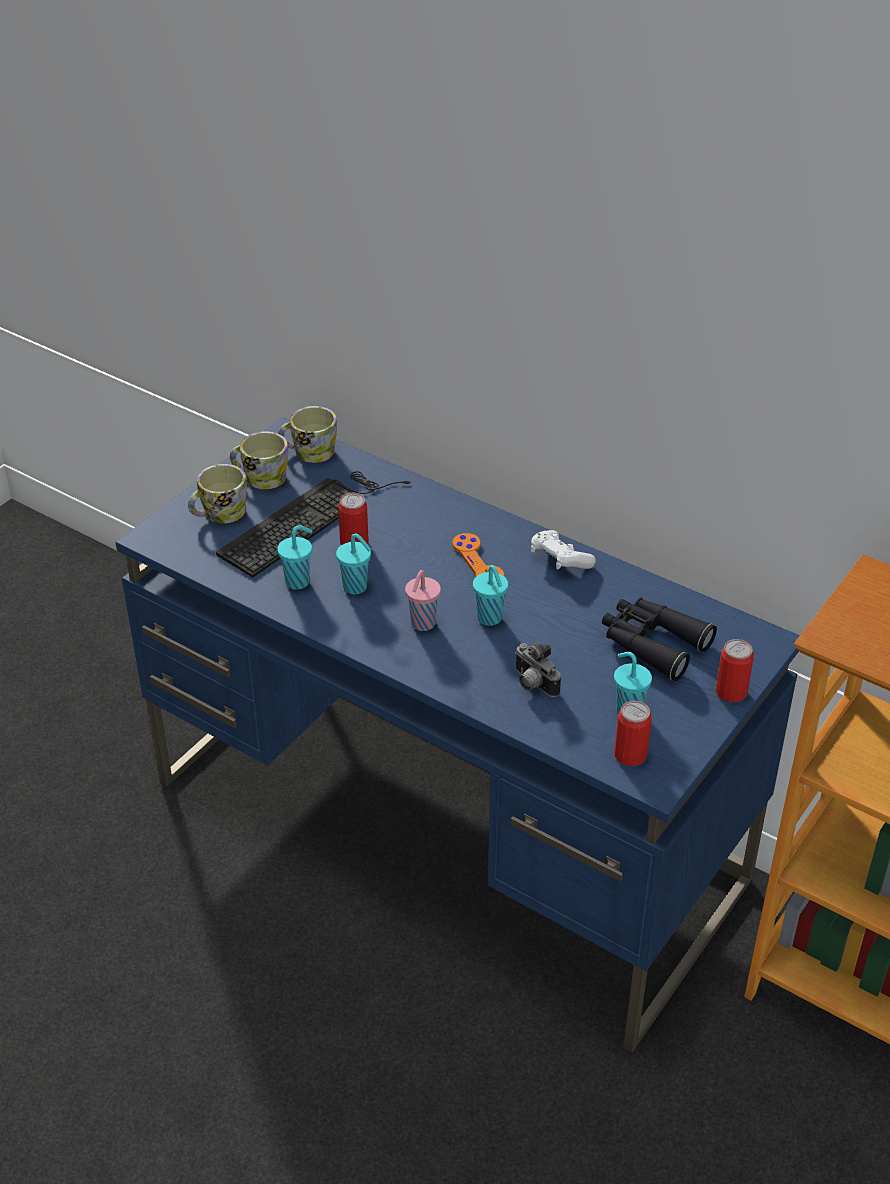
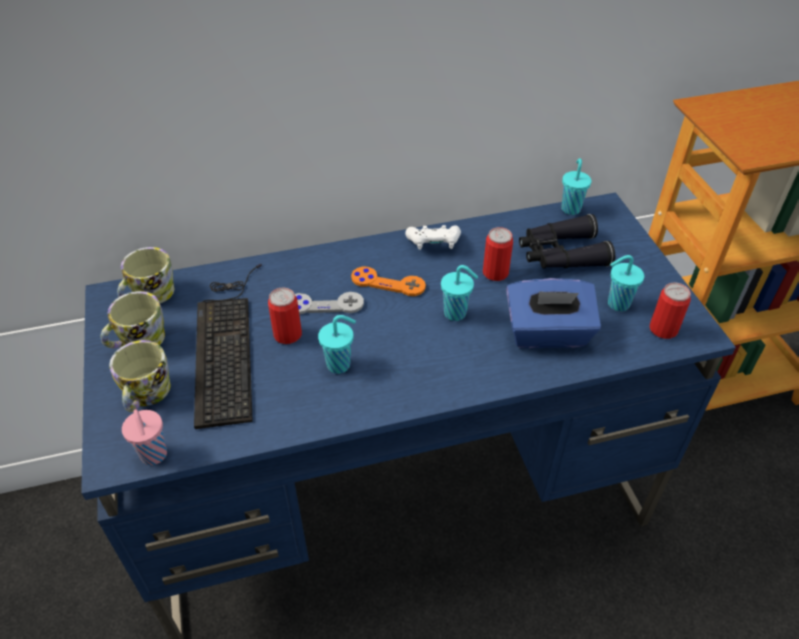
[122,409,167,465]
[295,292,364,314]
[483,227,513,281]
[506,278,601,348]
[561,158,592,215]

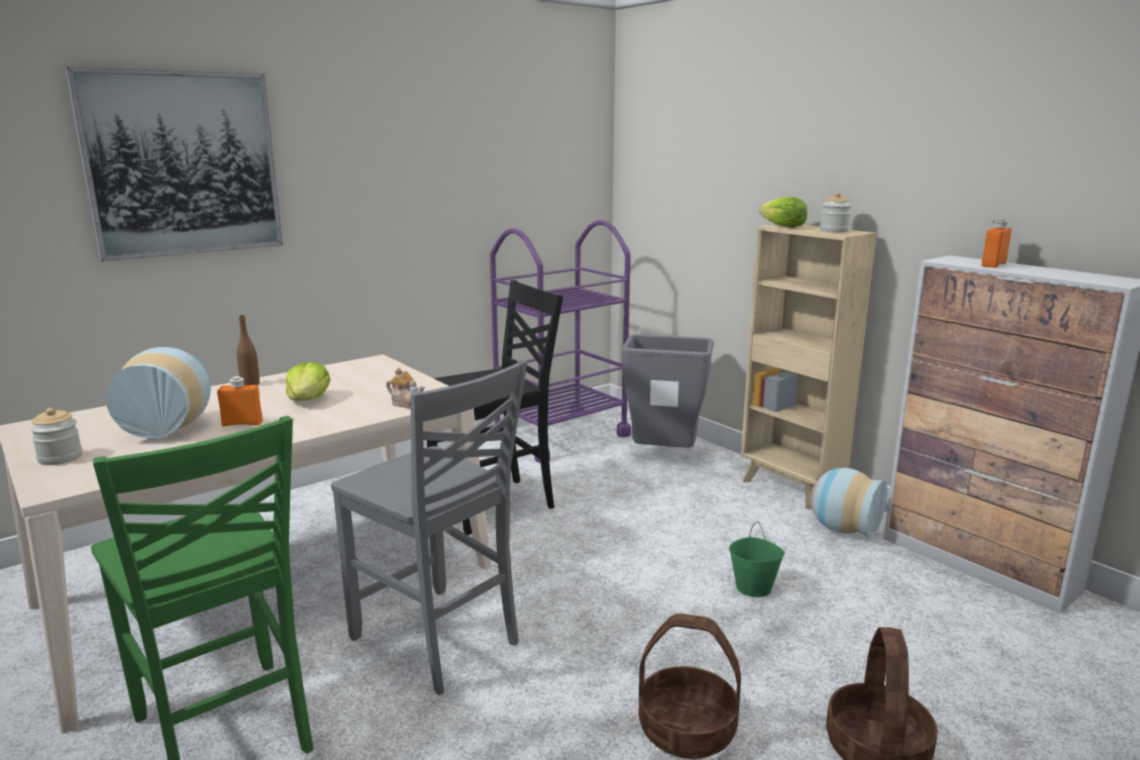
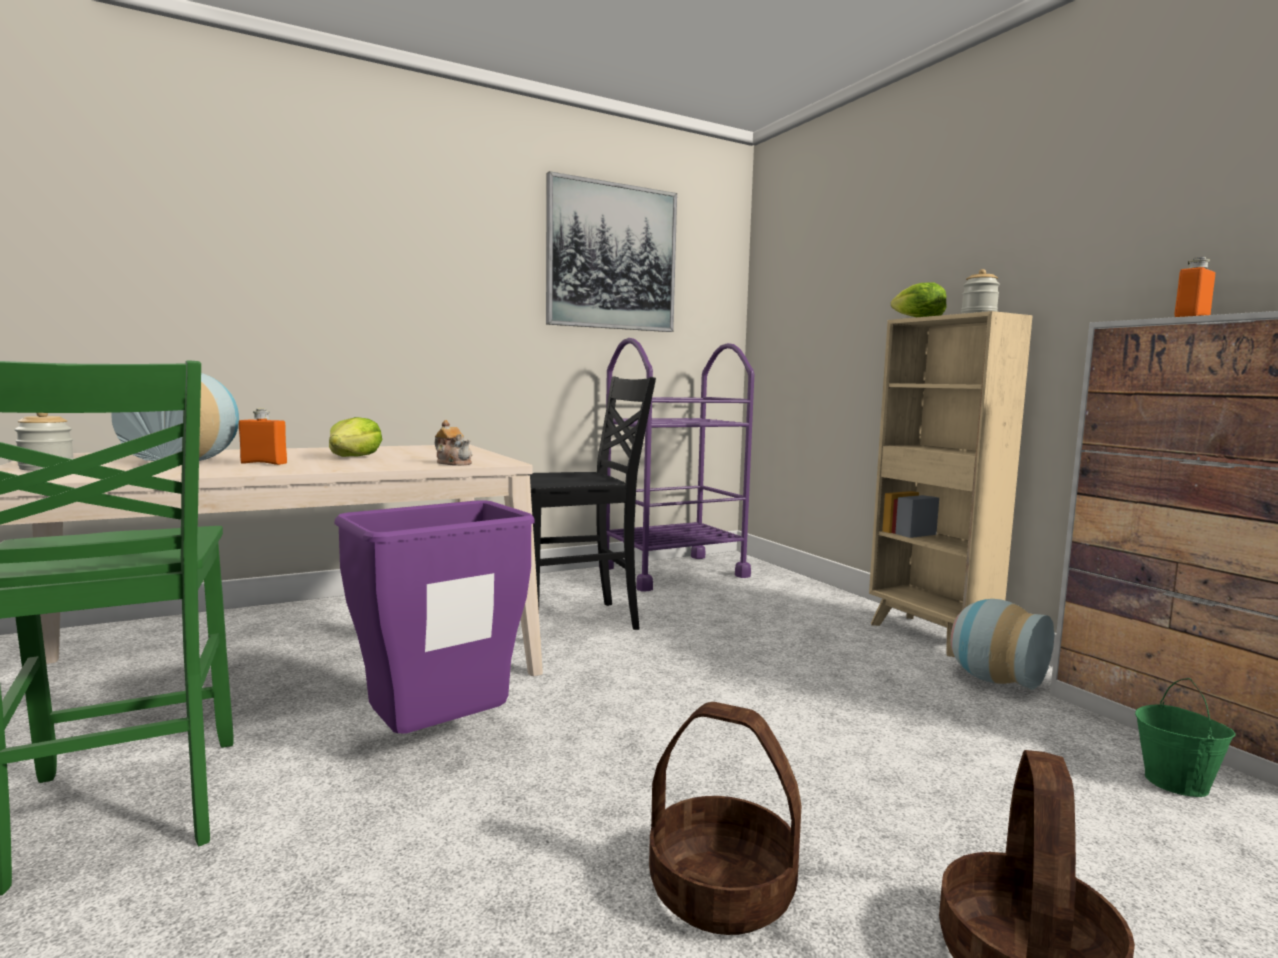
[334,500,535,741]
[546,171,677,332]
[1135,678,1236,797]
[237,315,260,385] (first image)
[622,334,714,448] (first image)

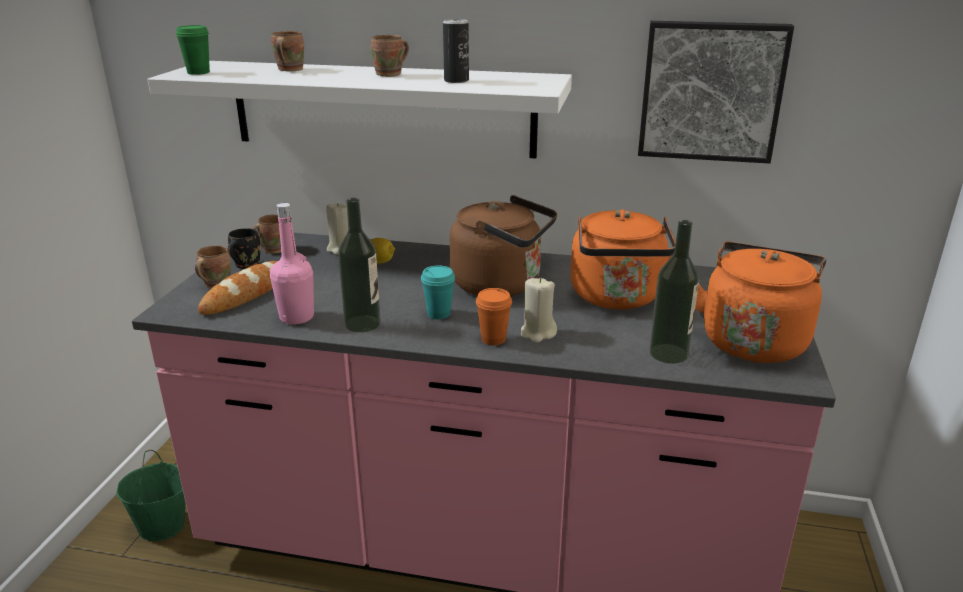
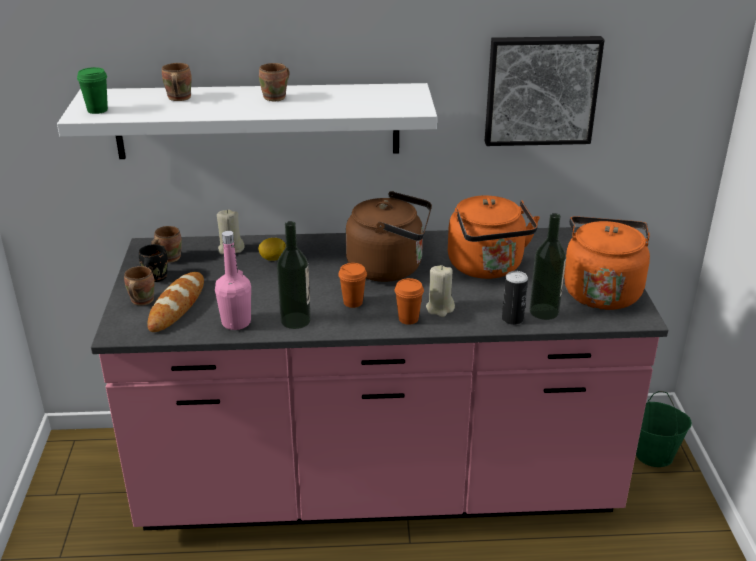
[338,263,367,308]
[502,271,528,325]
[636,391,692,467]

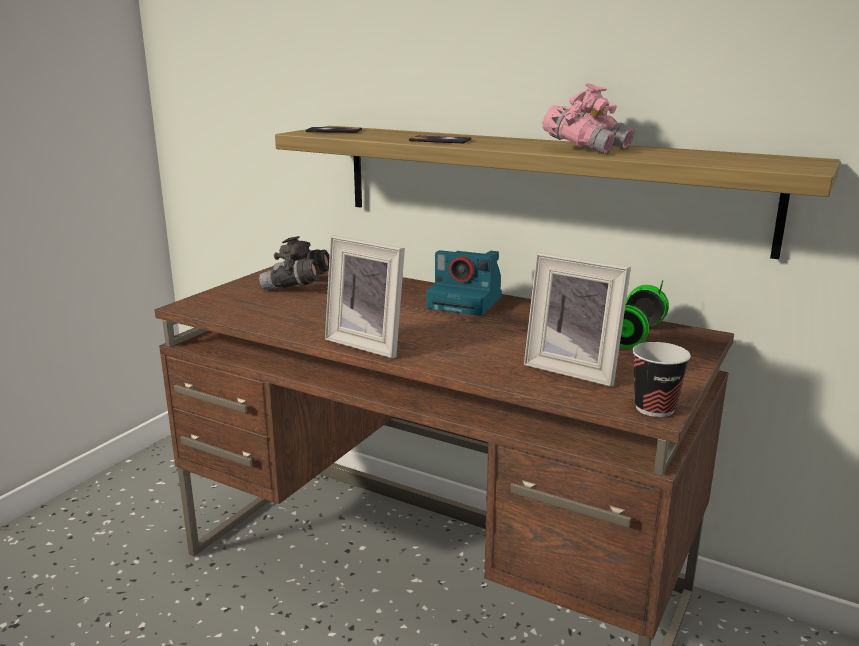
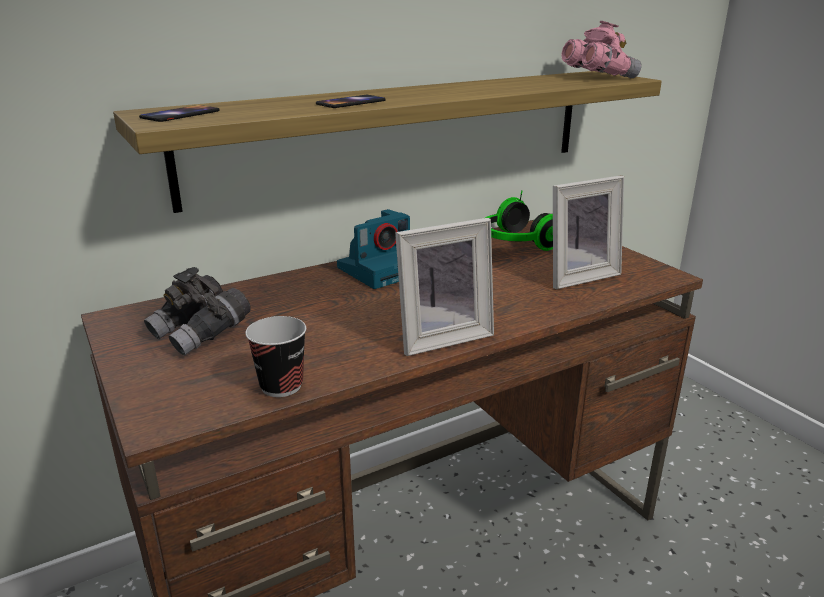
[245,316,306,397]
[561,21,642,78]

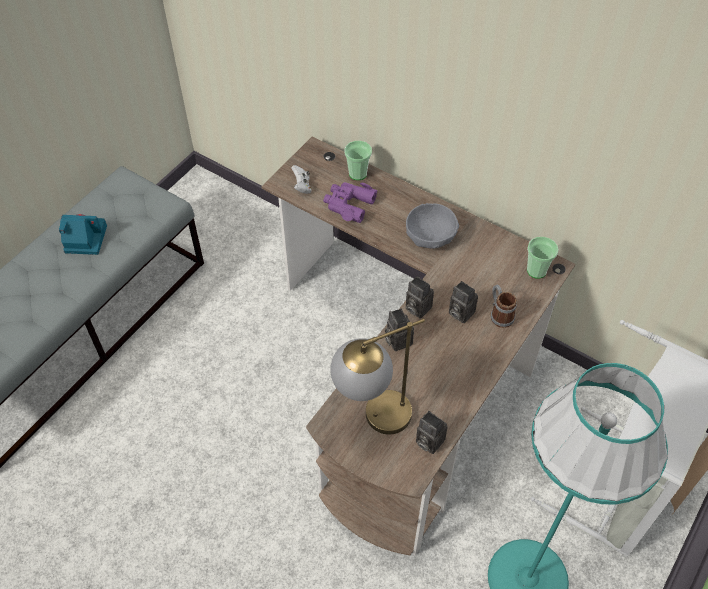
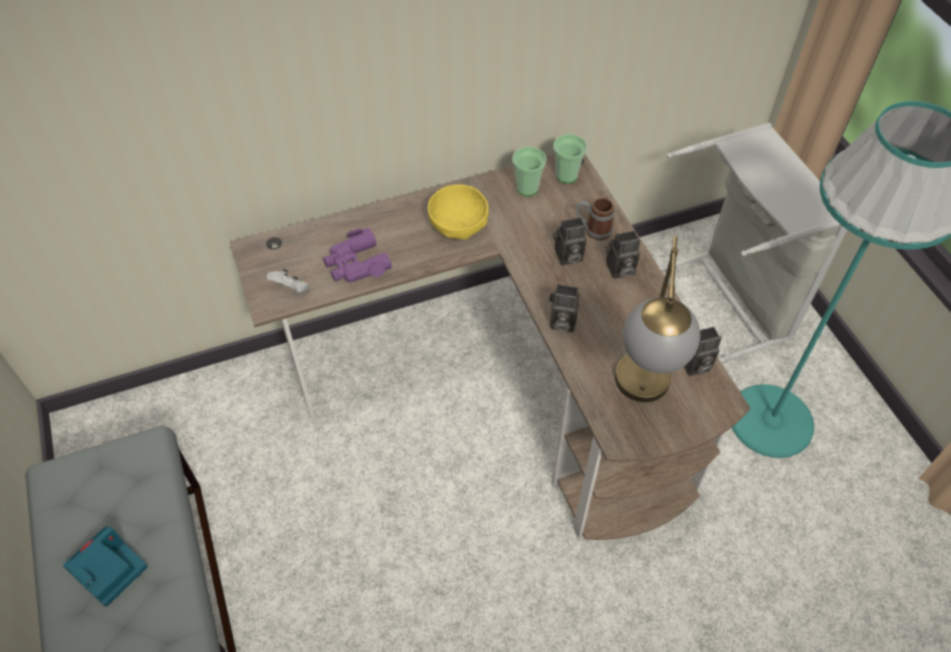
[428,184,489,240]
[512,147,546,196]
[606,231,640,279]

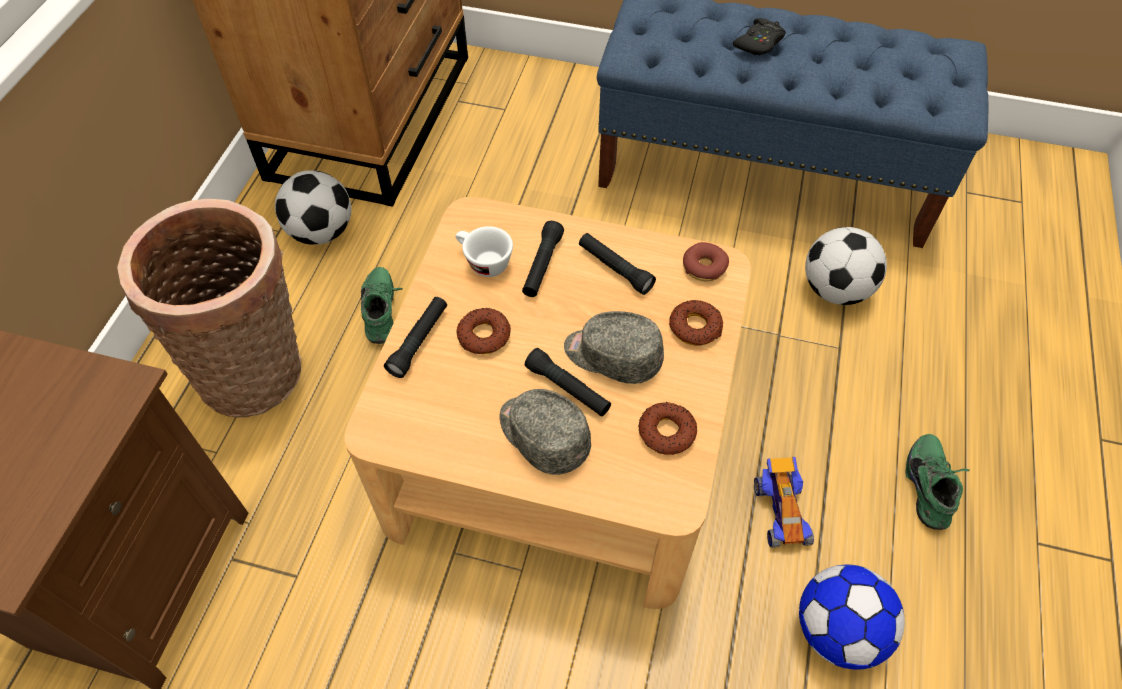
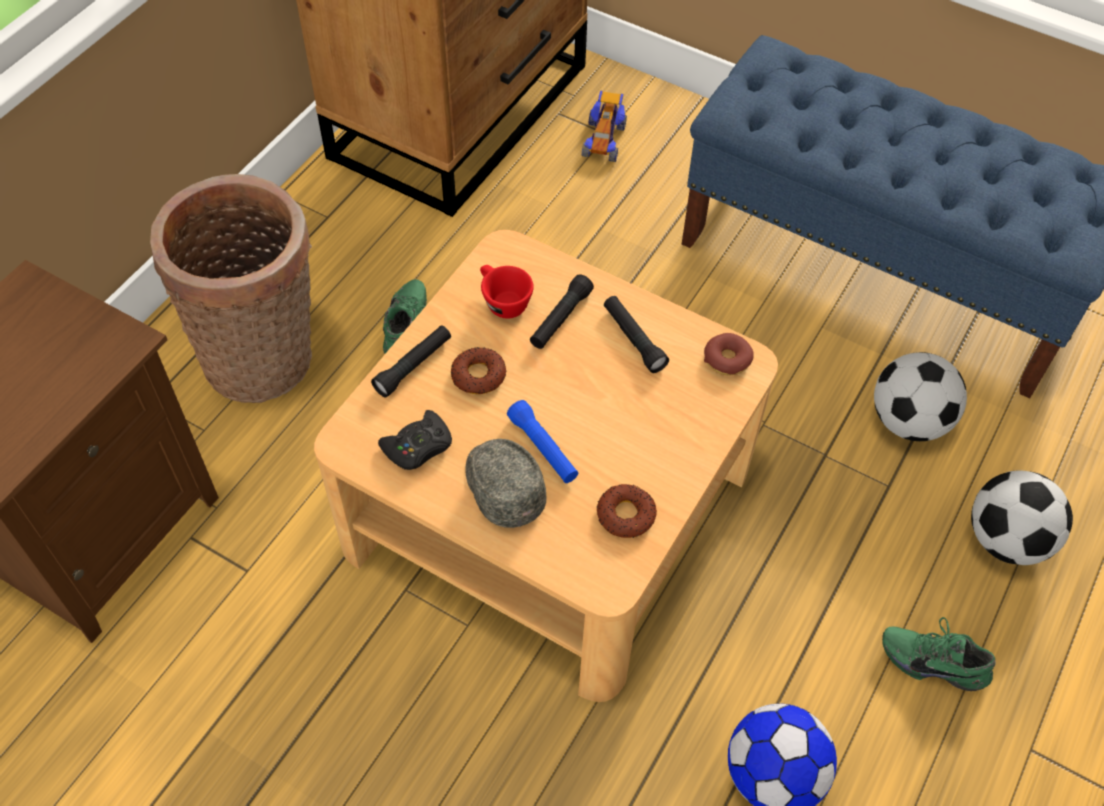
[378,410,452,470]
[480,265,534,319]
[507,400,578,483]
[582,90,627,162]
[882,617,996,691]
[971,471,1073,565]
[564,311,664,384] (first image)
[669,300,723,346] (first image)

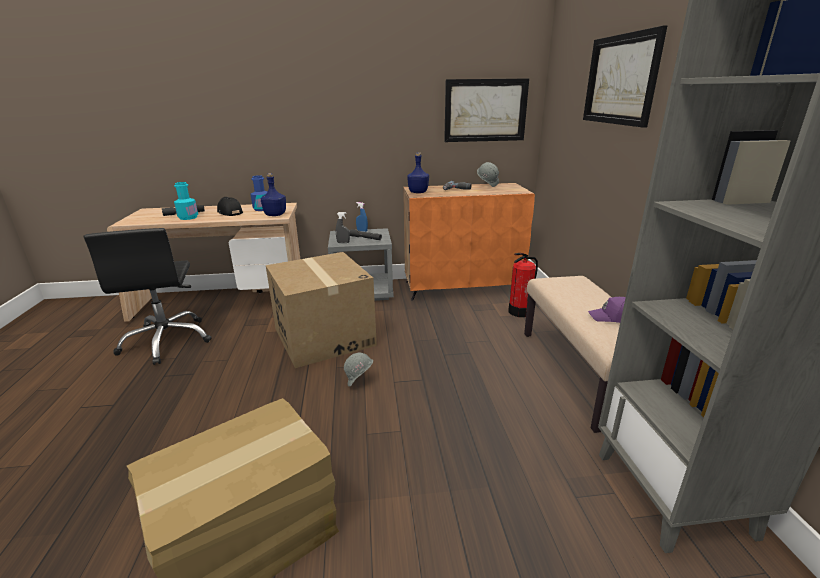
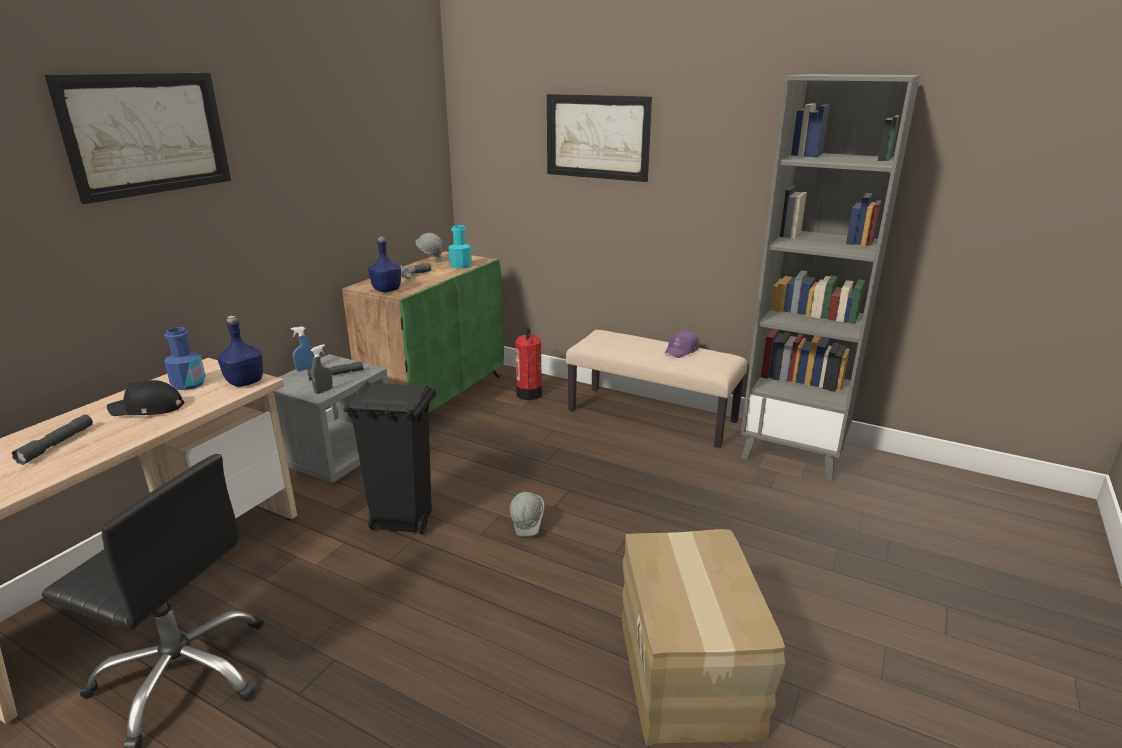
[45,73,231,204]
[342,251,504,413]
[343,381,436,534]
[448,225,472,269]

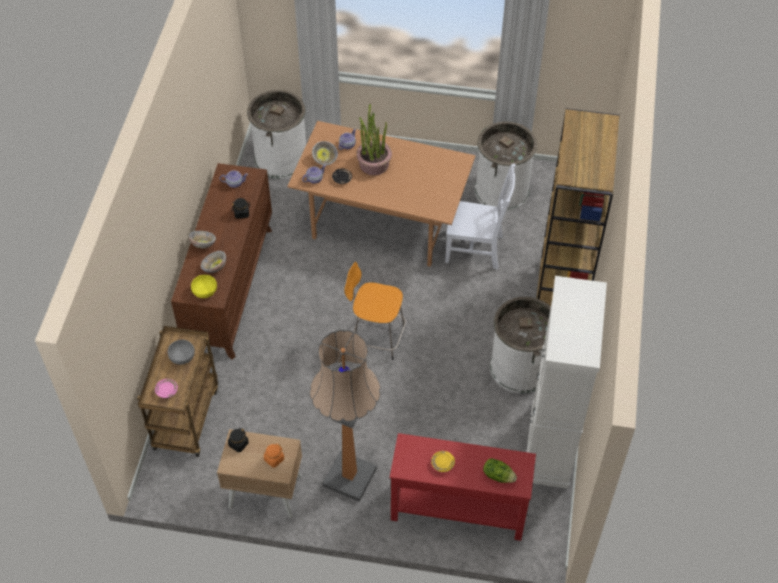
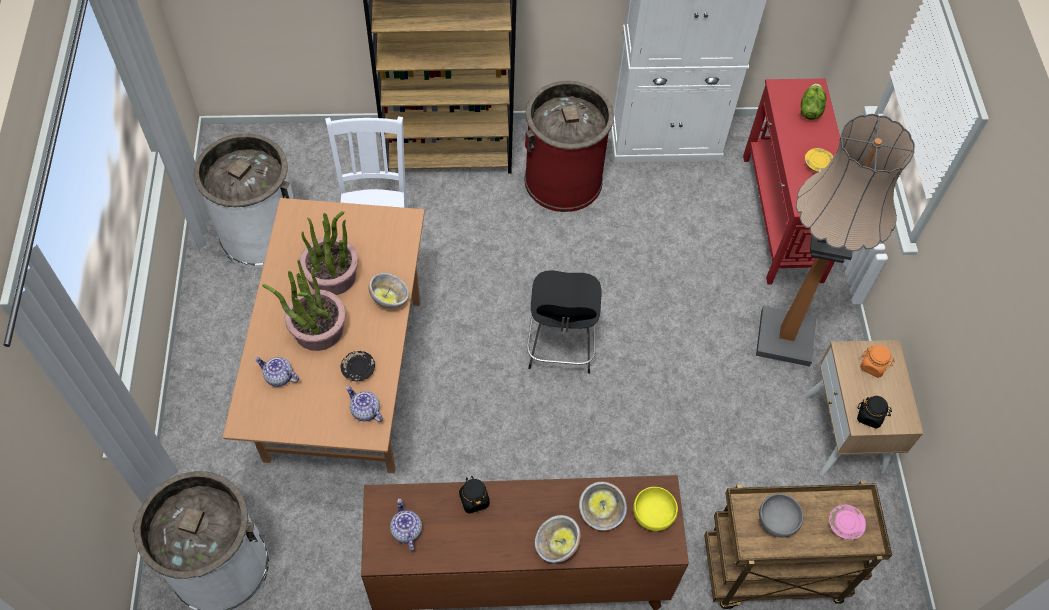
[299,211,358,295]
[368,273,409,308]
[524,81,614,212]
[527,270,601,374]

